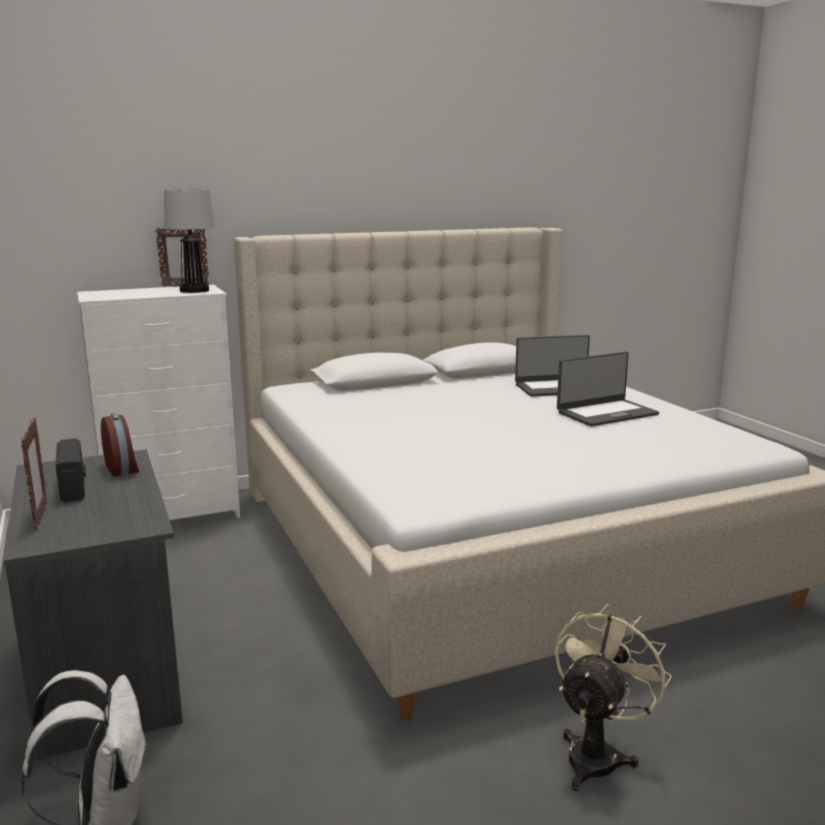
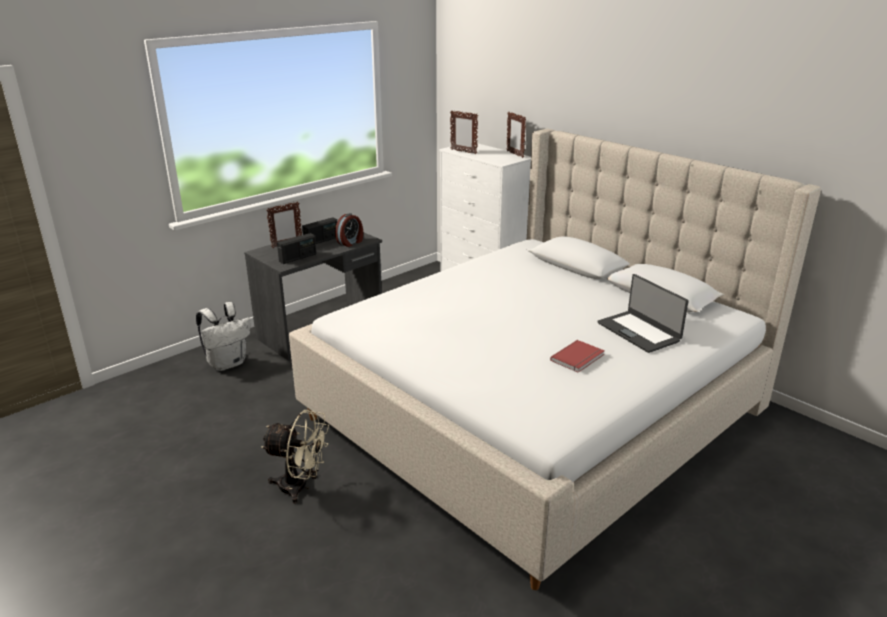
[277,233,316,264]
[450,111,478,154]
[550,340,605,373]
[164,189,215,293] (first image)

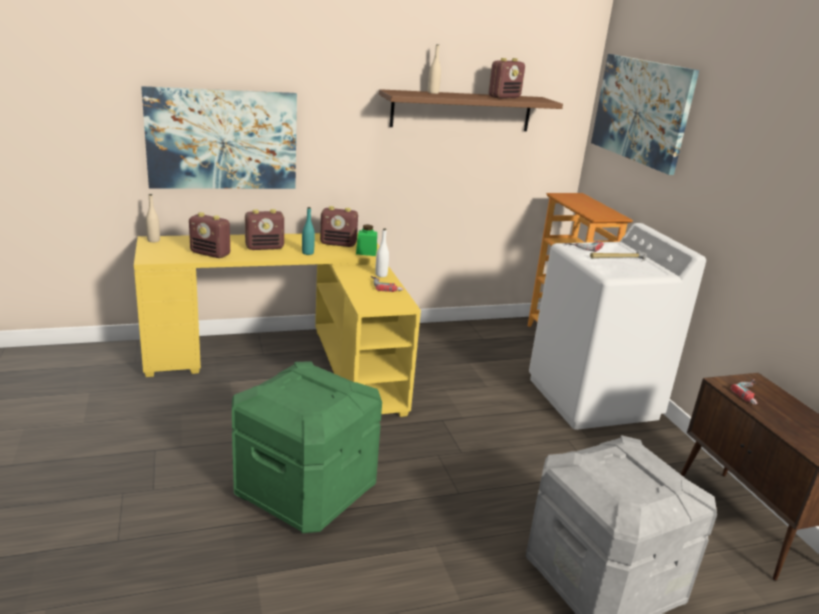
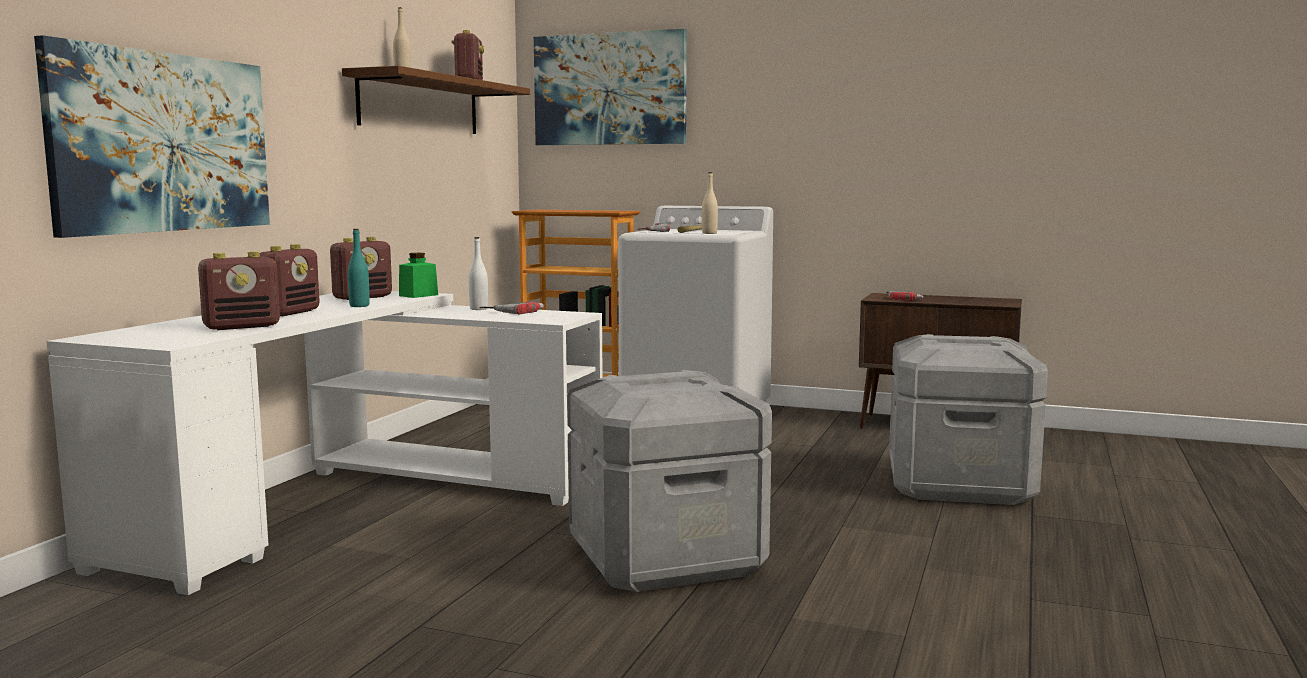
[47,291,603,595]
[567,370,772,592]
[702,172,718,234]

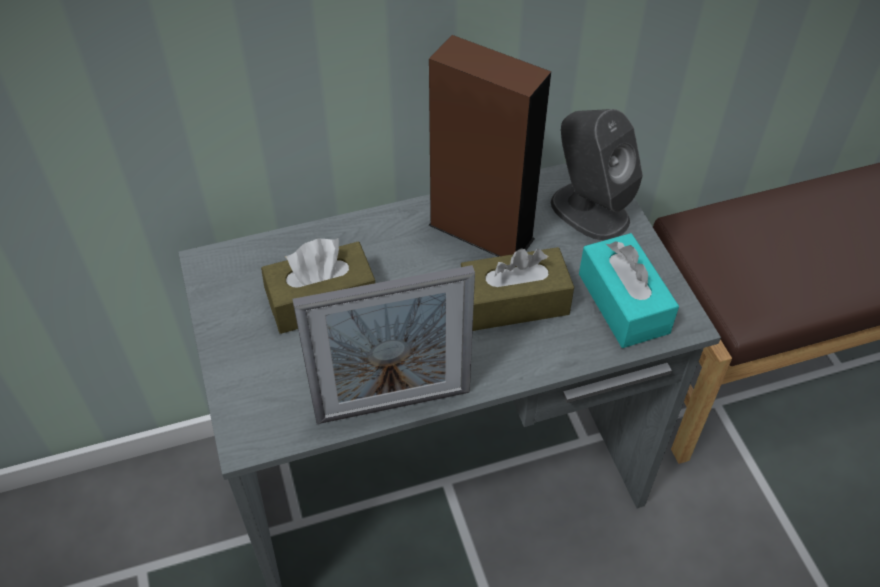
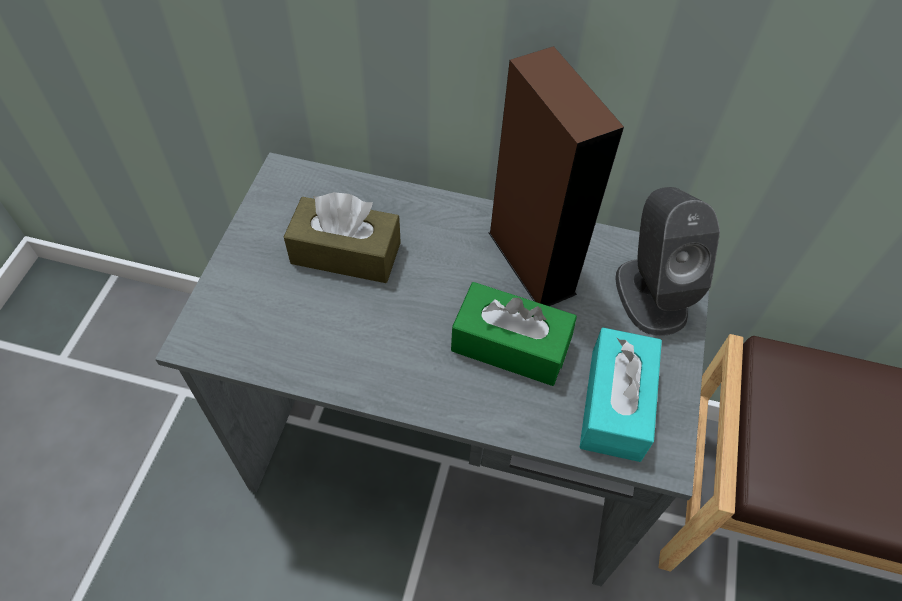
[451,282,577,386]
[292,265,475,424] (first image)

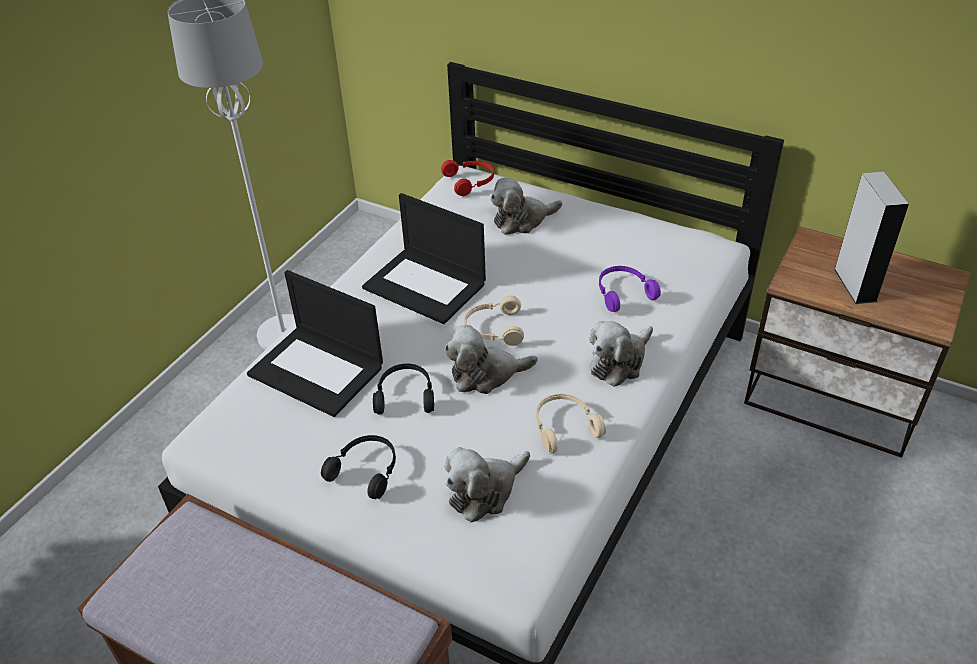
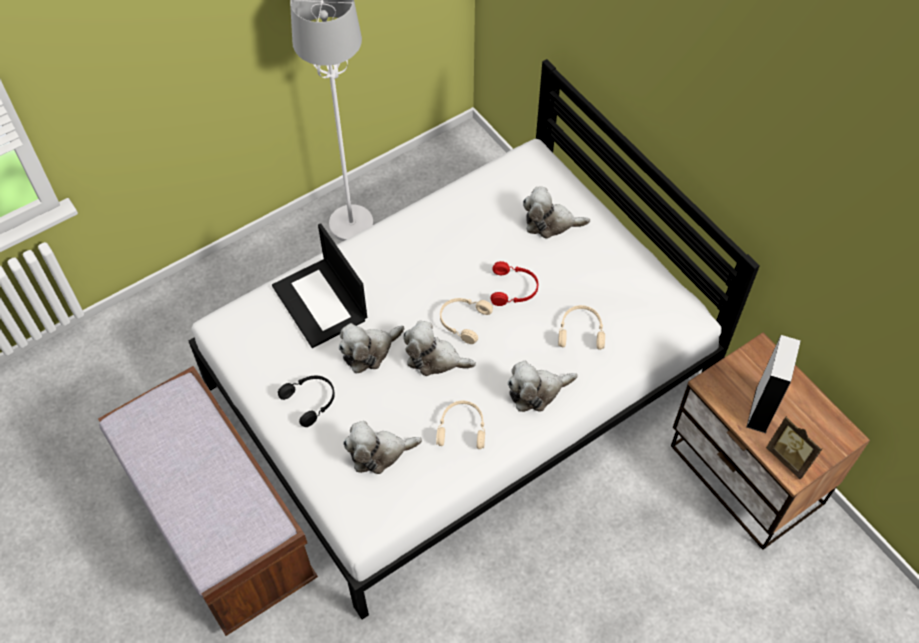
[339,323,405,374]
[491,261,538,306]
[558,305,605,350]
[766,416,823,479]
[362,193,486,324] (first image)

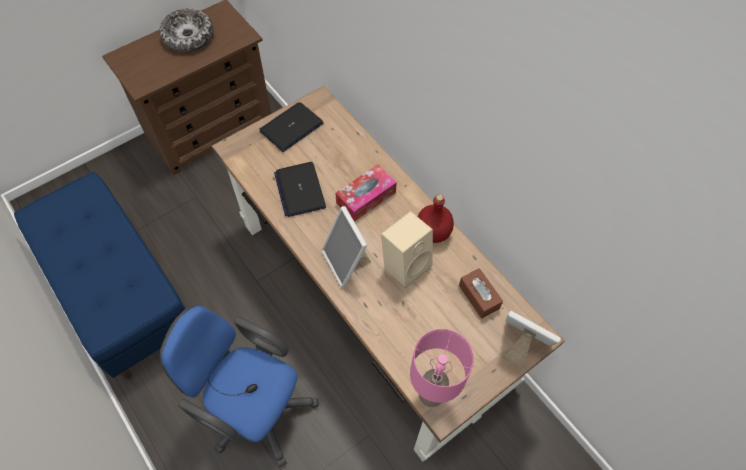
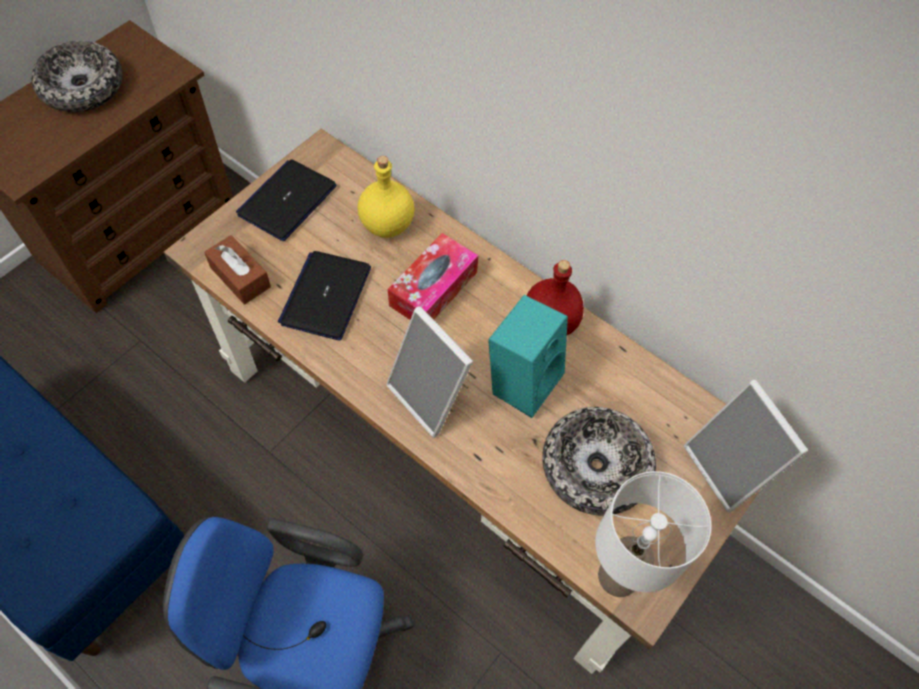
[204,235,271,305]
[278,251,371,341]
[358,156,415,238]
[488,295,568,418]
[542,407,656,516]
[595,471,711,597]
[684,380,808,512]

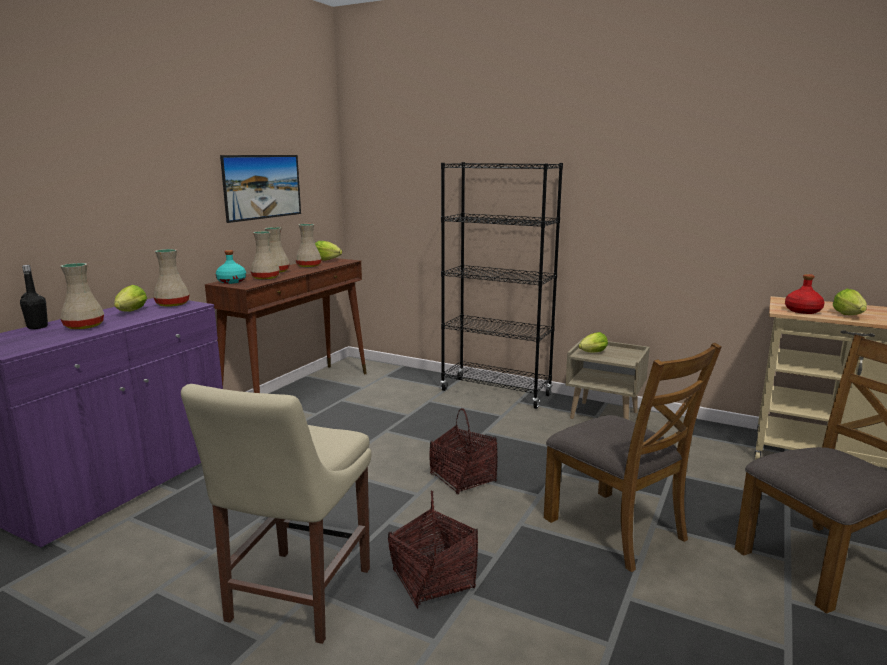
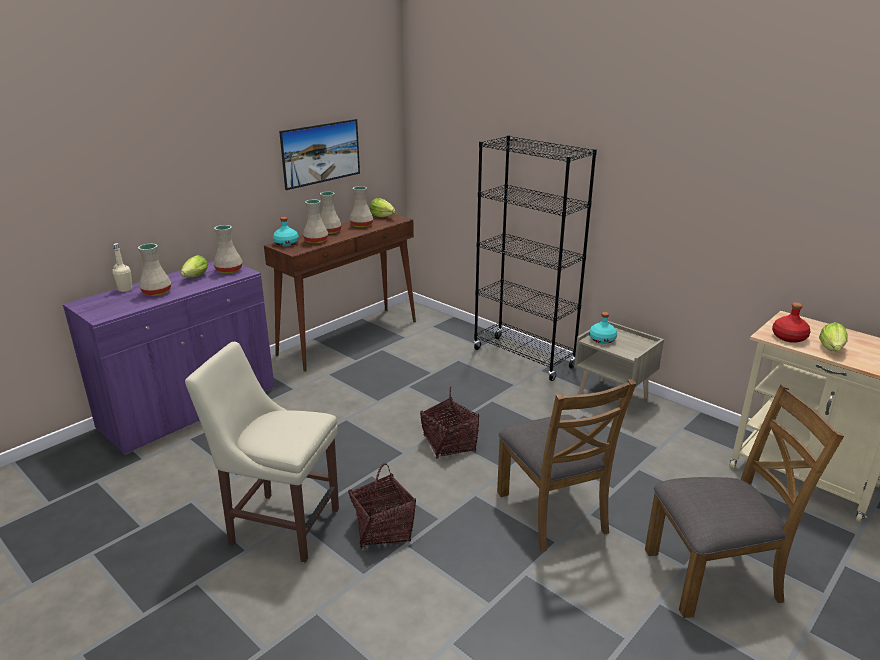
[112,243,133,292]
[185,342,339,563]
[589,312,617,344]

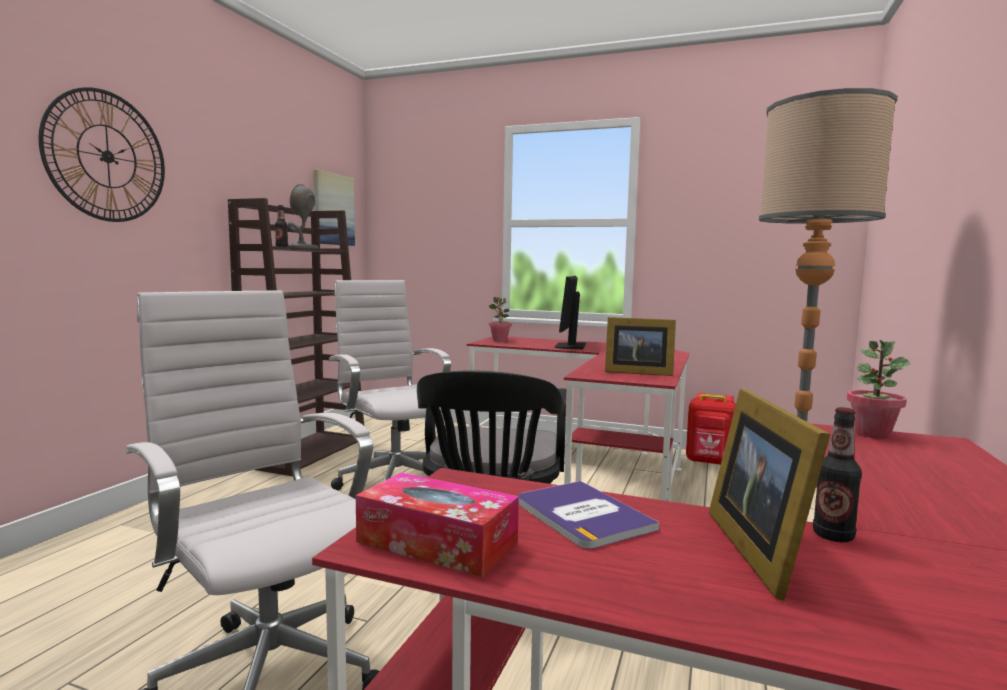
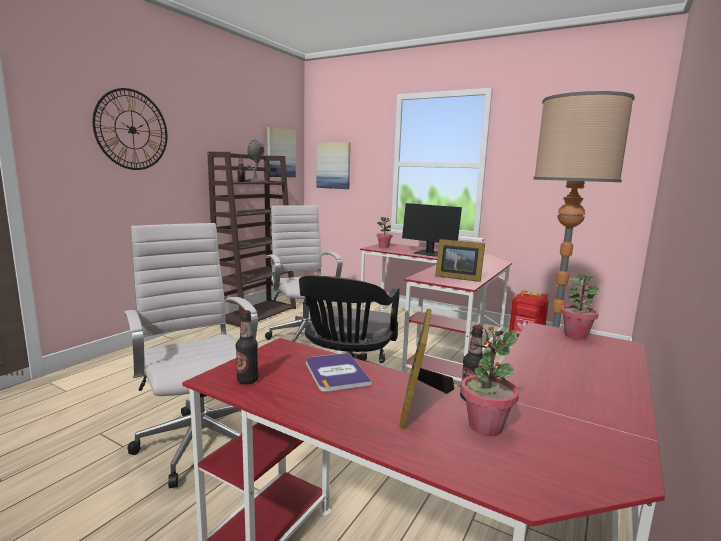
[236,310,258,384]
[316,142,350,189]
[402,203,462,257]
[461,326,519,436]

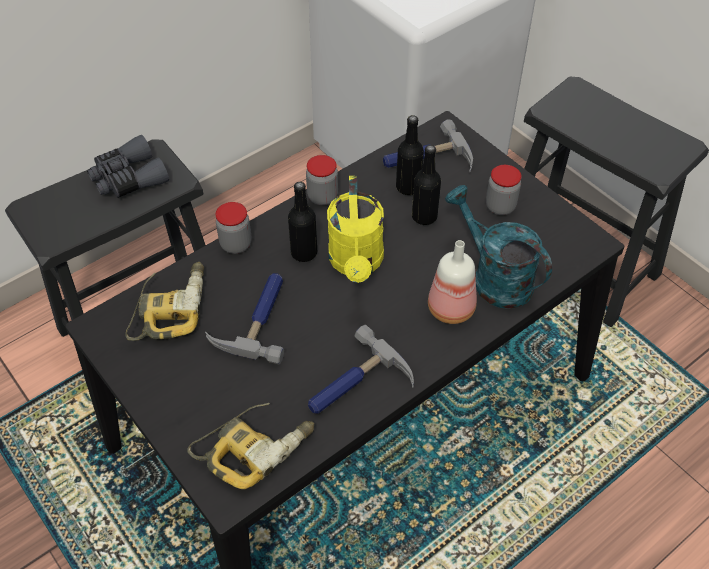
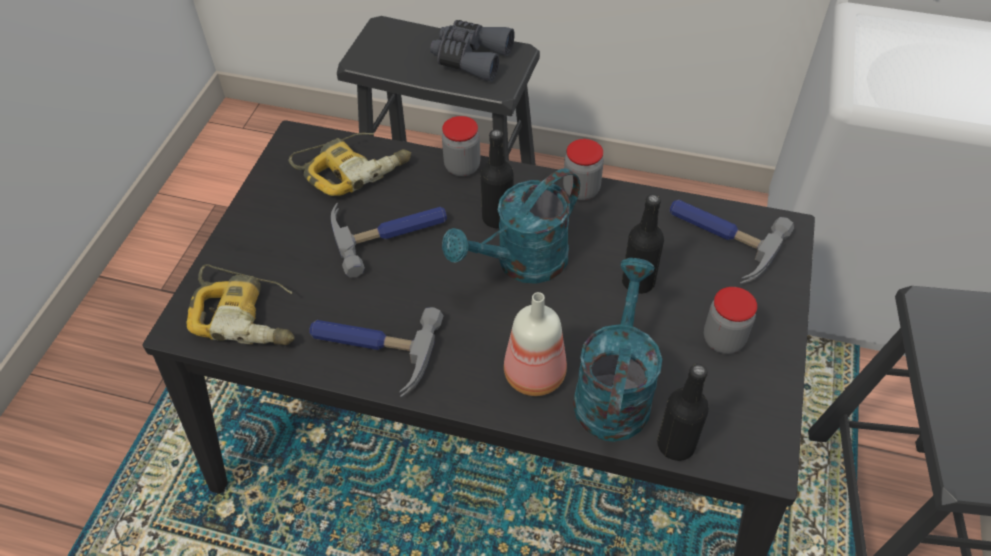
[442,168,580,284]
[657,364,709,461]

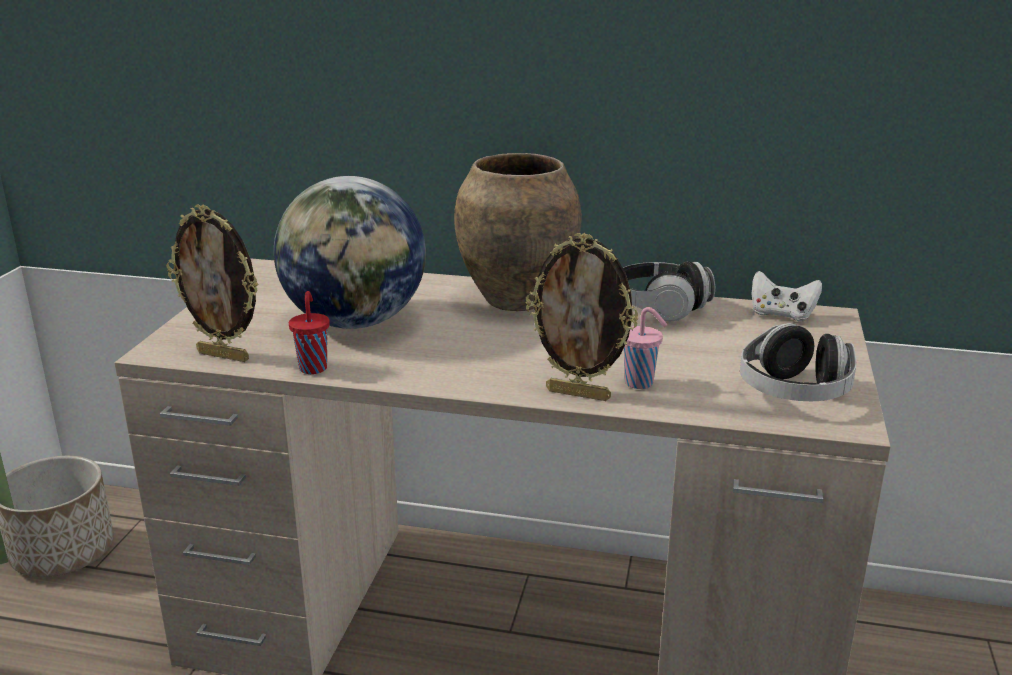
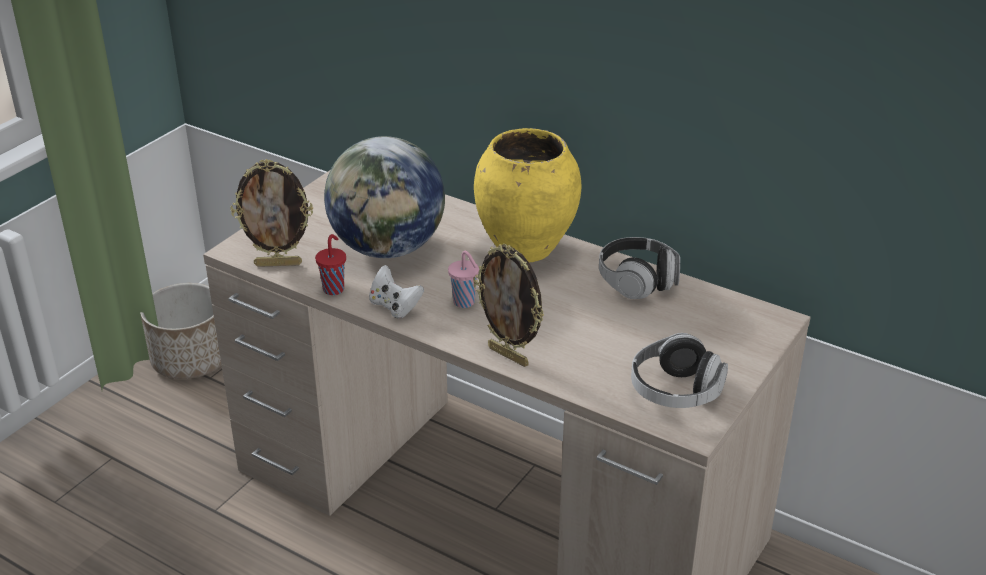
[230,159,313,267]
[369,265,424,318]
[448,251,479,308]
[474,128,581,262]

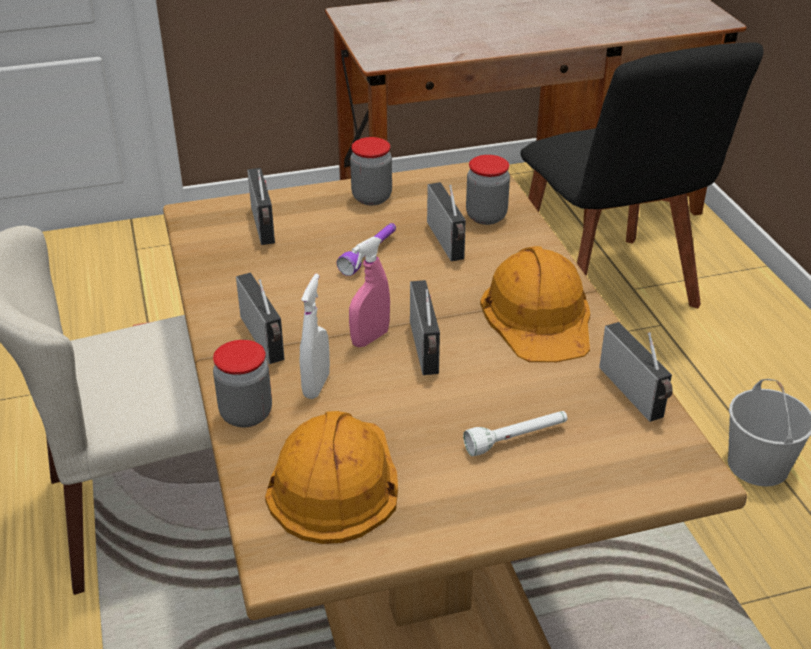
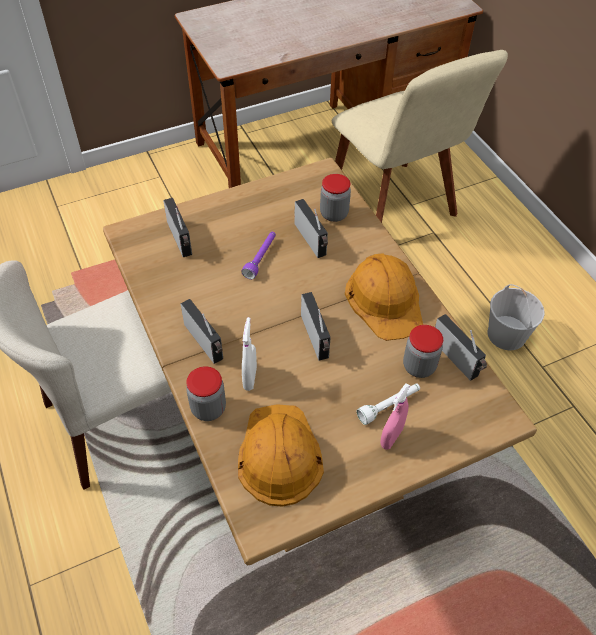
[332,50,508,223]
[380,383,410,450]
[403,325,443,378]

